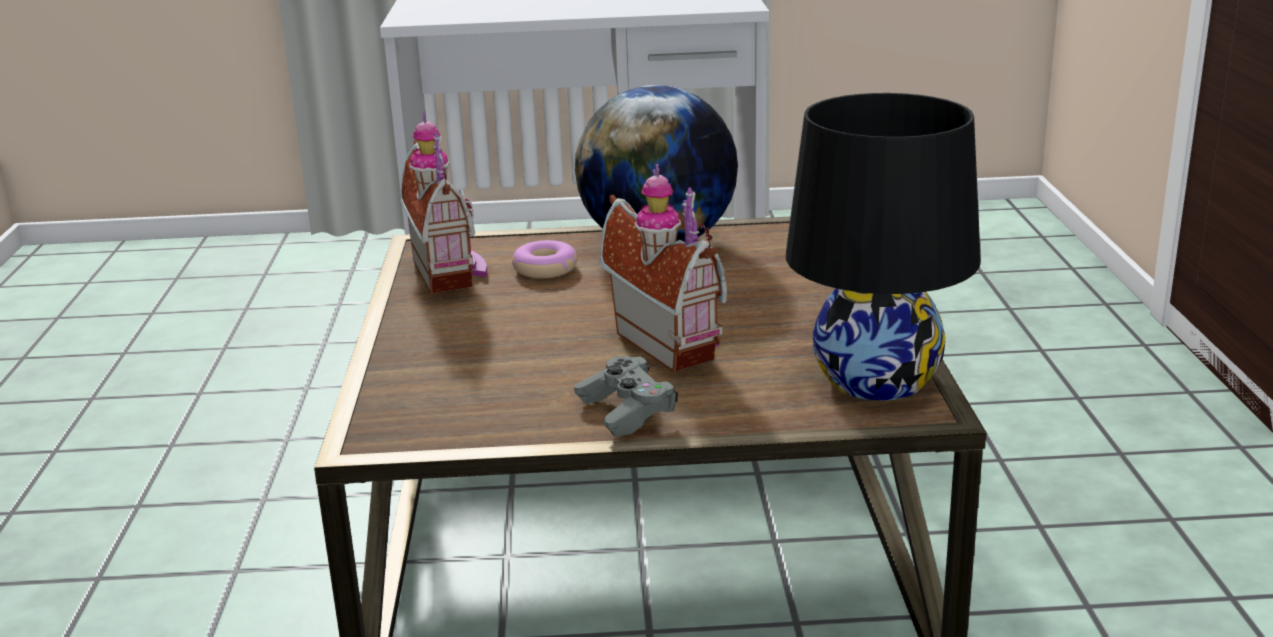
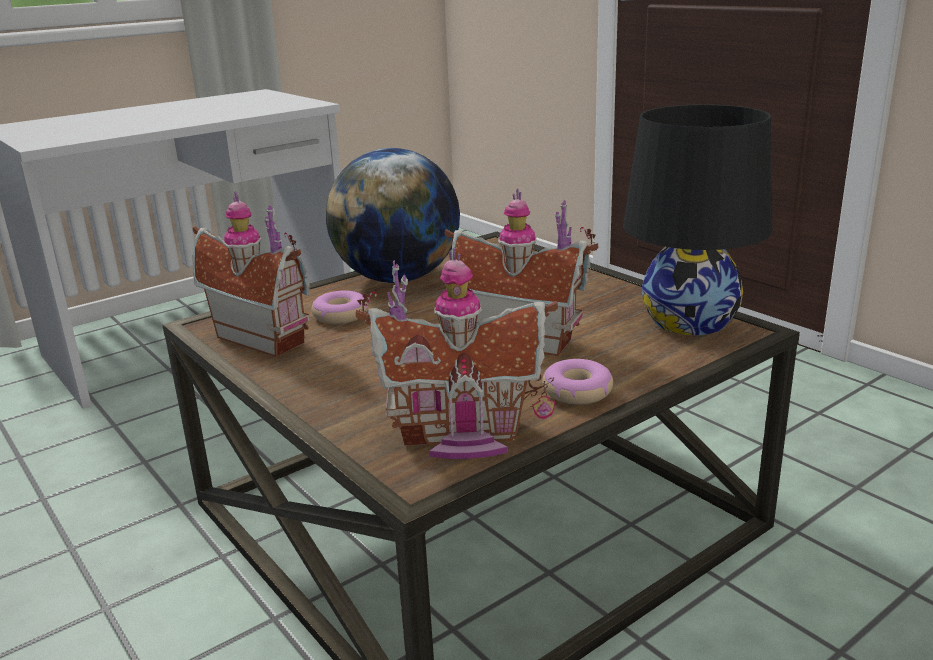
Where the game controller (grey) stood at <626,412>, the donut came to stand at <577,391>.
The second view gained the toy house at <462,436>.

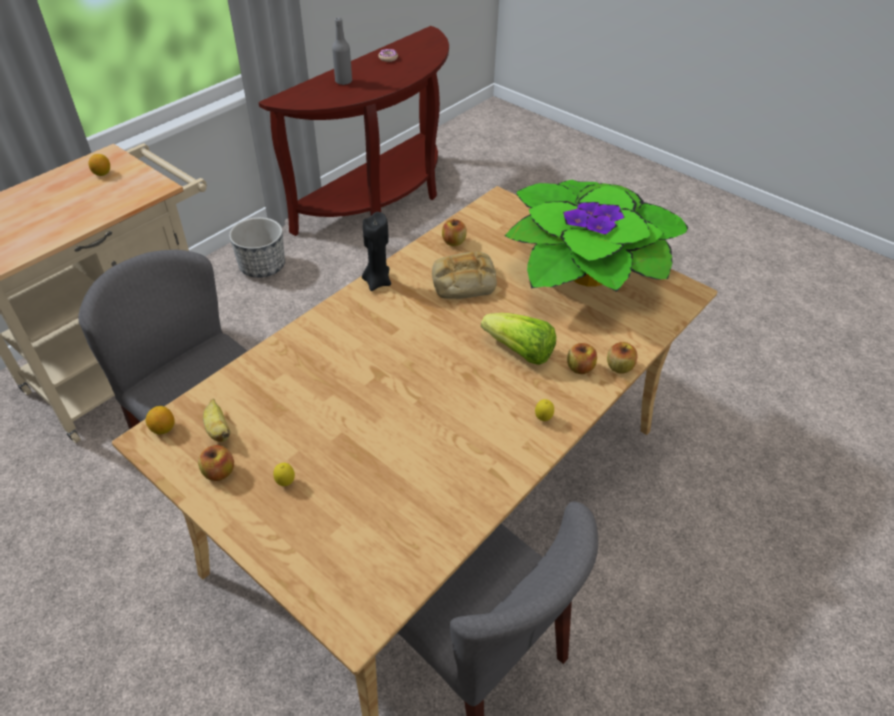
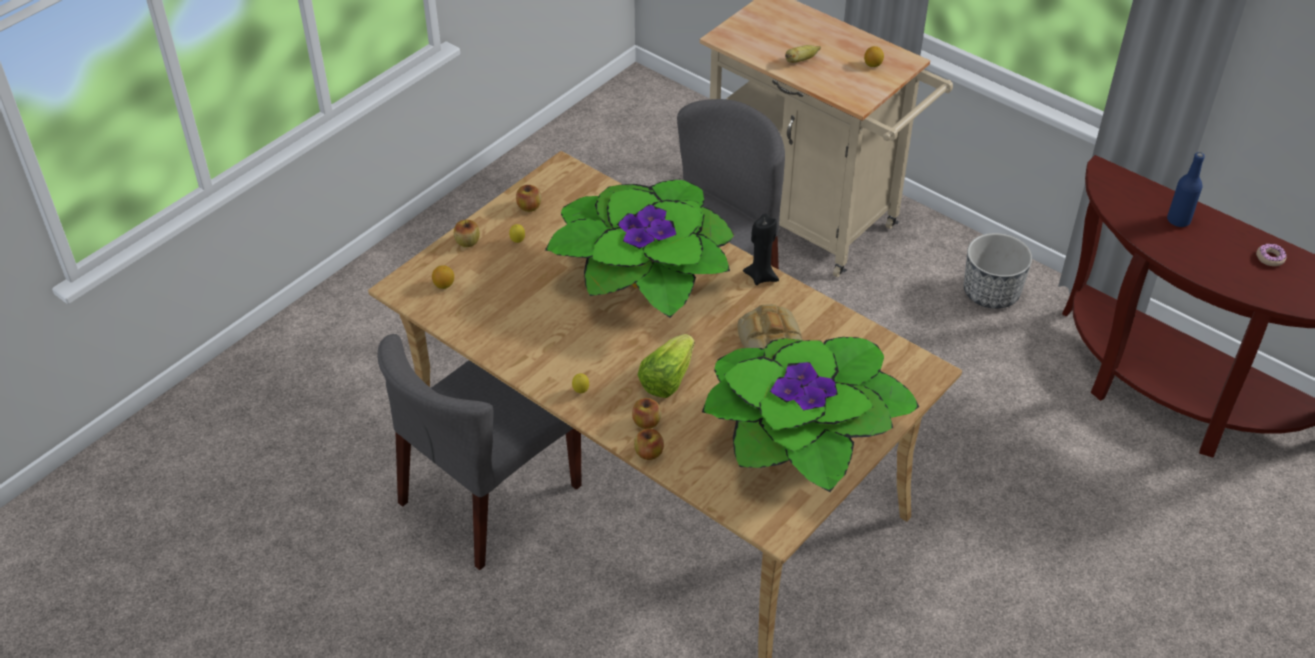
What was the bottle (grey) at <343,81> turned into the bottle (blue) at <1178,220>.
The apple ended up elsewhere, having gone from <453,242> to <467,242>.
The banana ended up elsewhere, having gone from <218,430> to <800,60>.
The lemon ended up elsewhere, having gone from <163,429> to <444,285>.
The second view gained the potted plant at <644,276>.

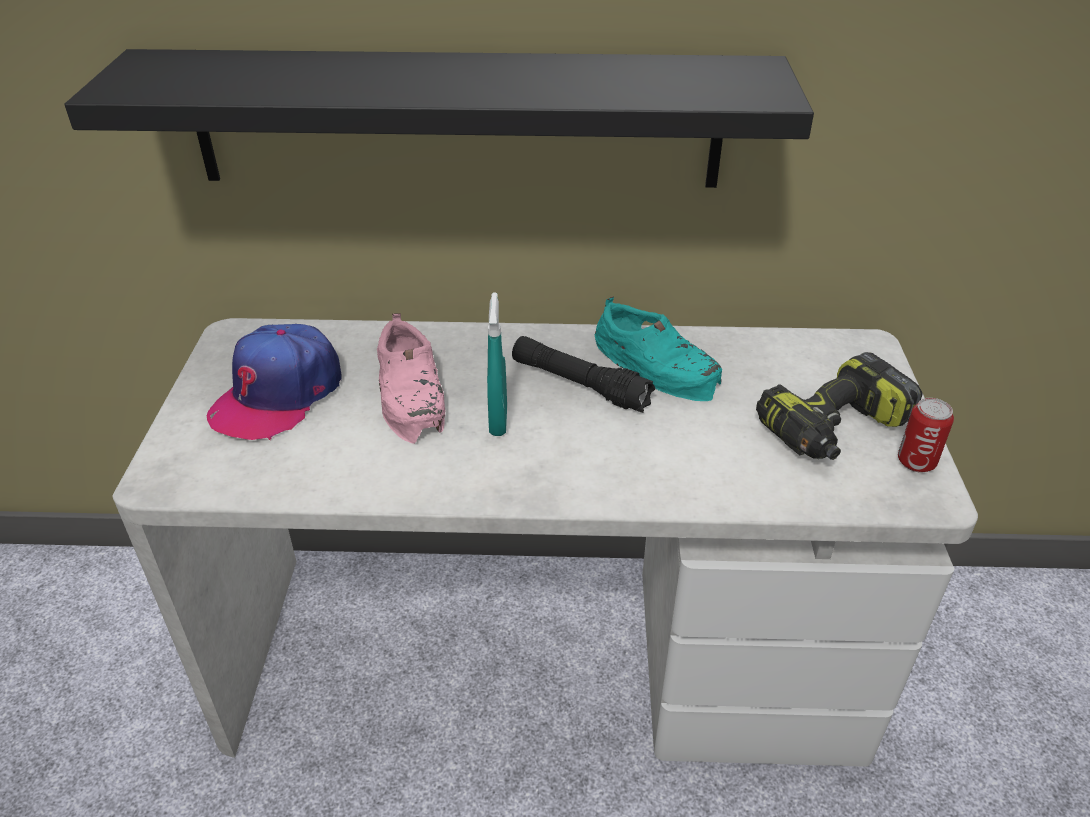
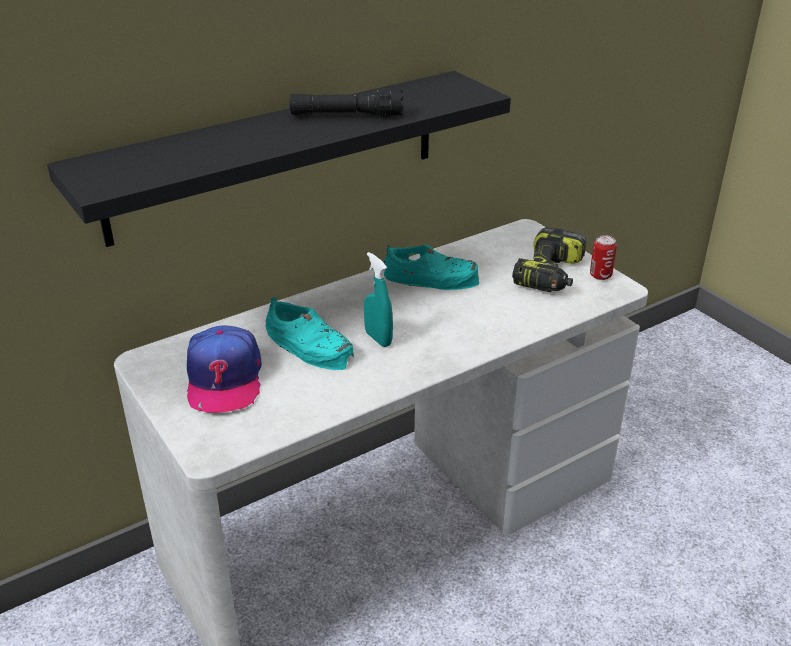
What was the shoe (pink) at <411,394> turned into the shoe (turquoise) at <310,345>.
The flashlight (black) ended up elsewhere, having gone from <580,385> to <346,115>.

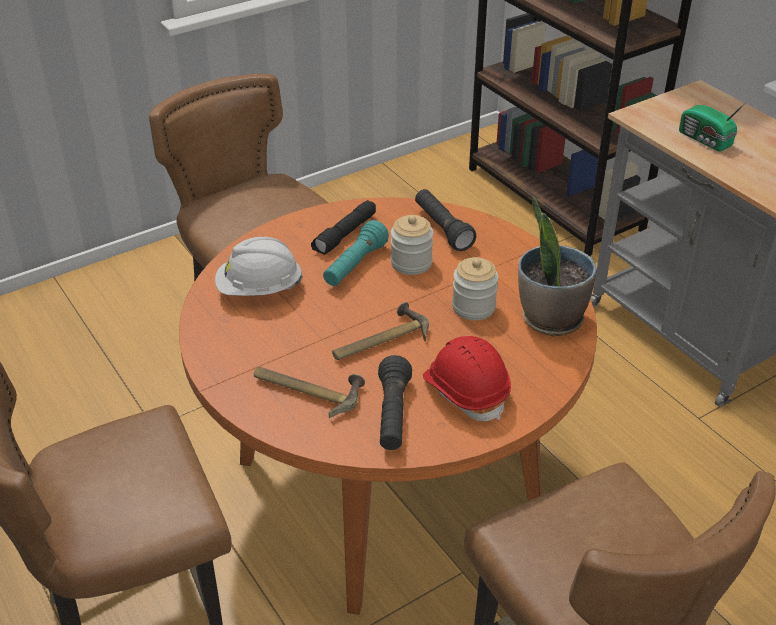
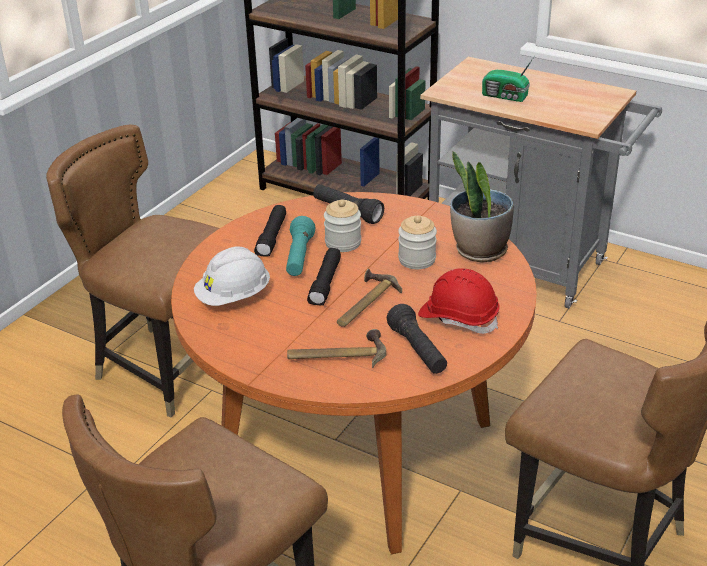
The second view gained the flashlight (black) at <326,284>.

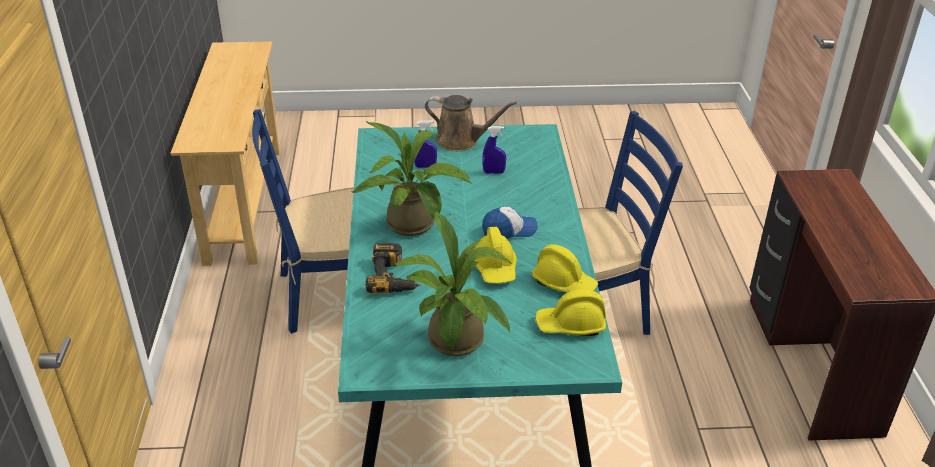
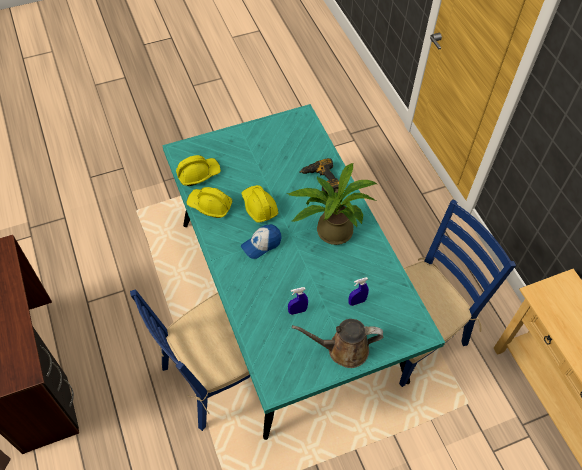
The second view lost the potted plant at <456,345>.

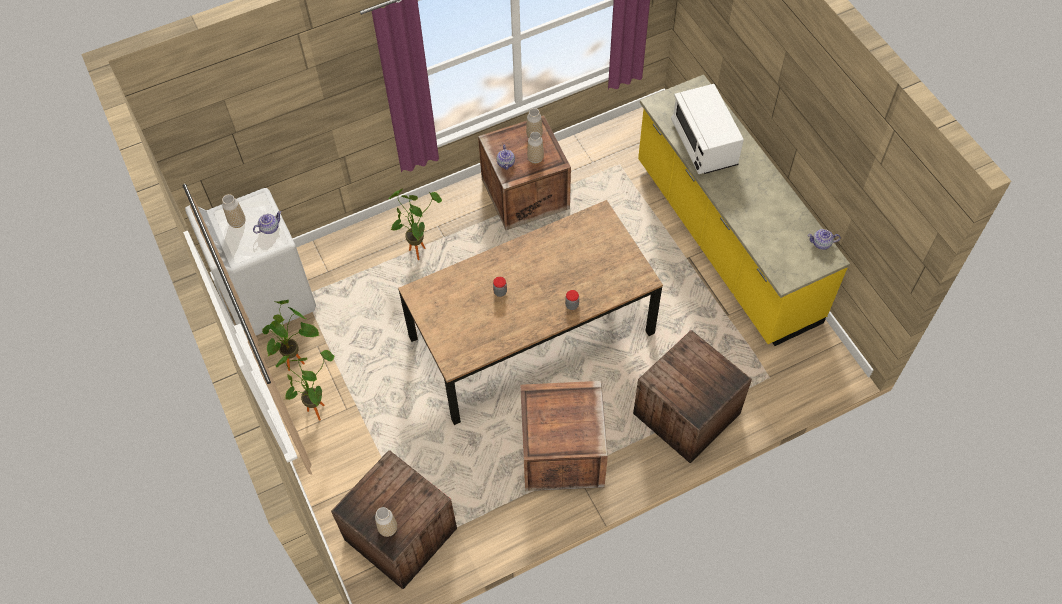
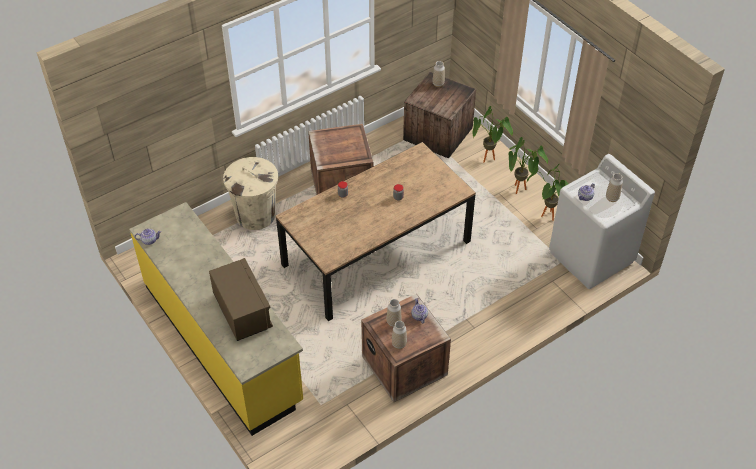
What was the microwave (white) at <704,144> turned into the microwave (brown) at <242,311>.
The potted plant ended up elsewhere, having gone from <418,249> to <488,161>.
Where the crate stood at <686,415>, the trash can (beige) came to stand at <255,215>.

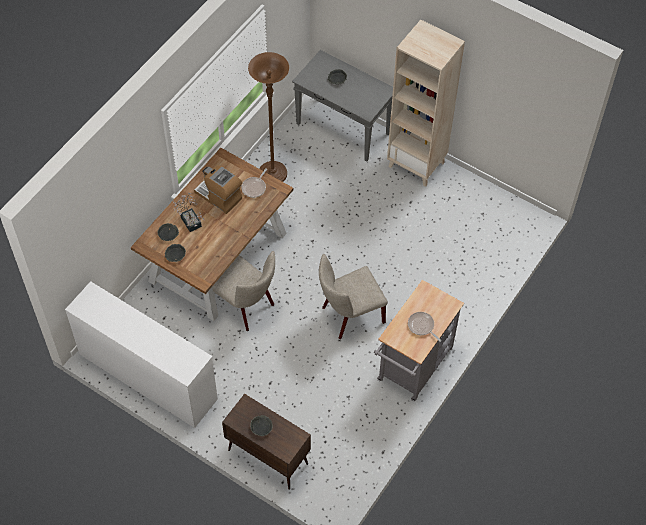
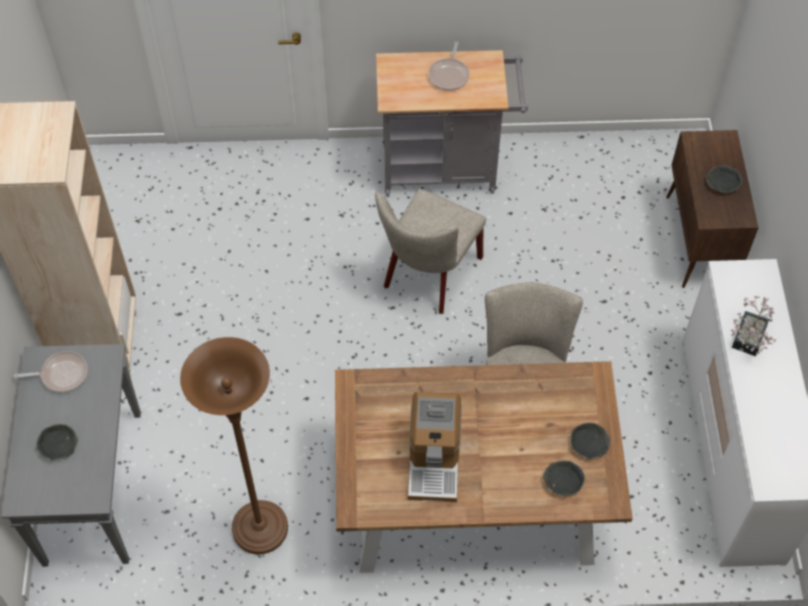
The frying pan ended up elsewhere, having gone from <254,187> to <61,374>.
The potted plant ended up elsewhere, having gone from <190,220> to <746,341>.
The chair (beige) at <349,315> ended up facing another way, 90 degrees clockwise from before.

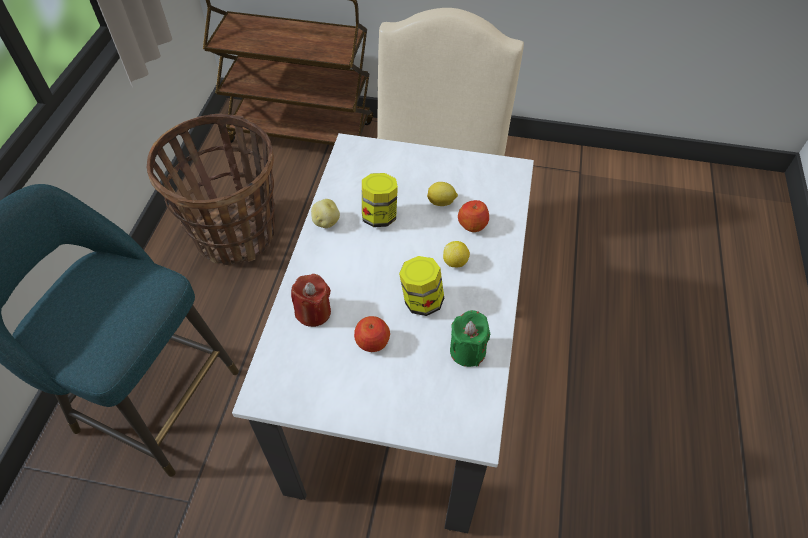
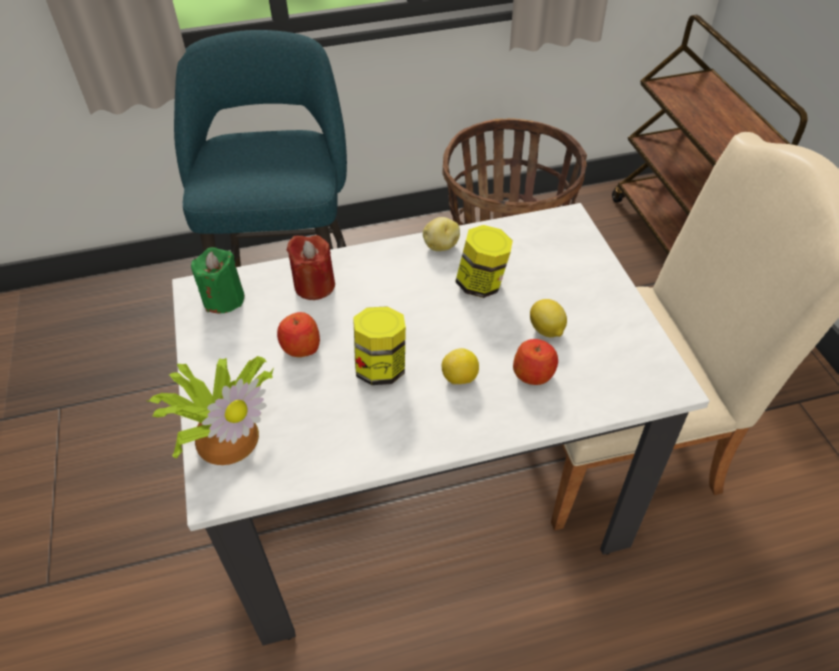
The candle (green) ended up elsewhere, having gone from <467,351> to <223,299>.
The second view gained the potted plant at <227,434>.

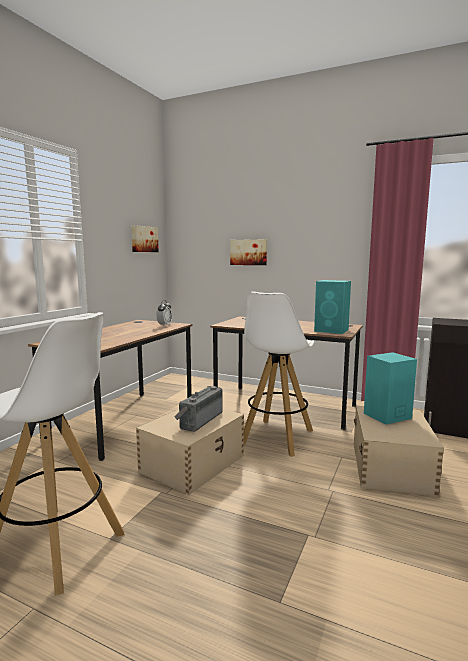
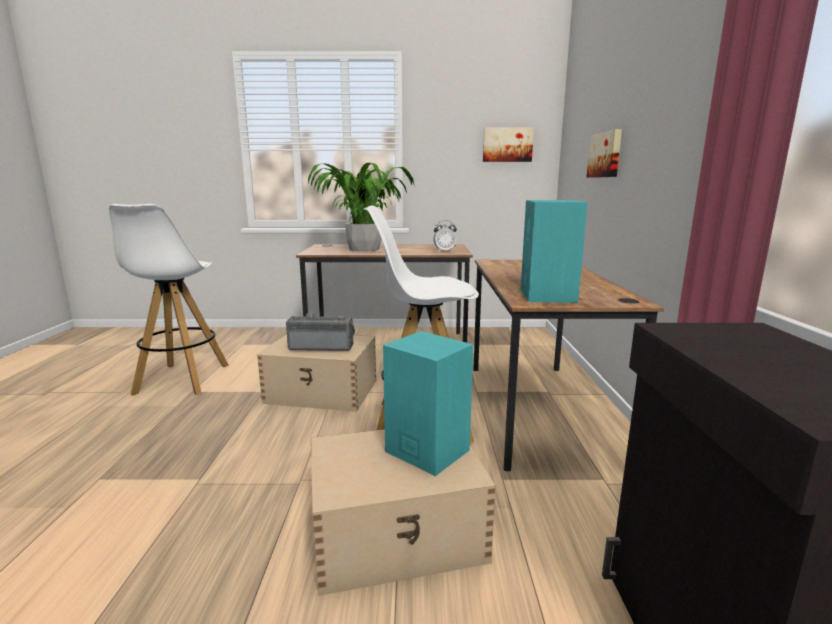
The second view gained the potted plant at <364,249>.

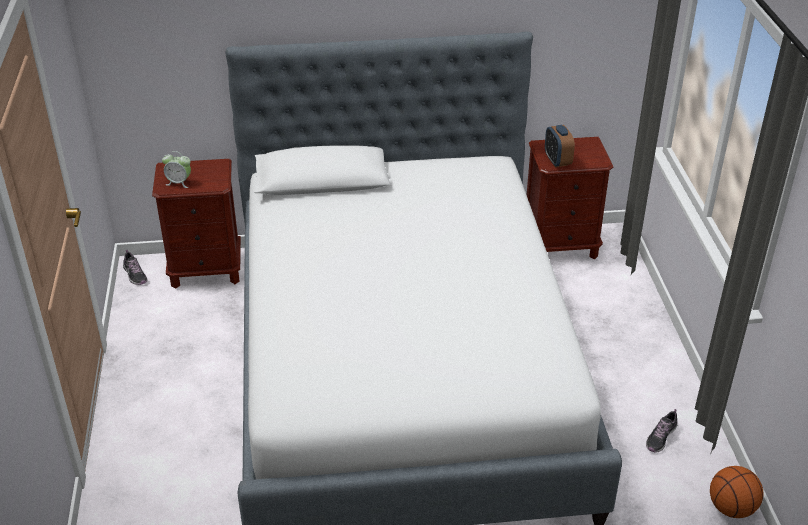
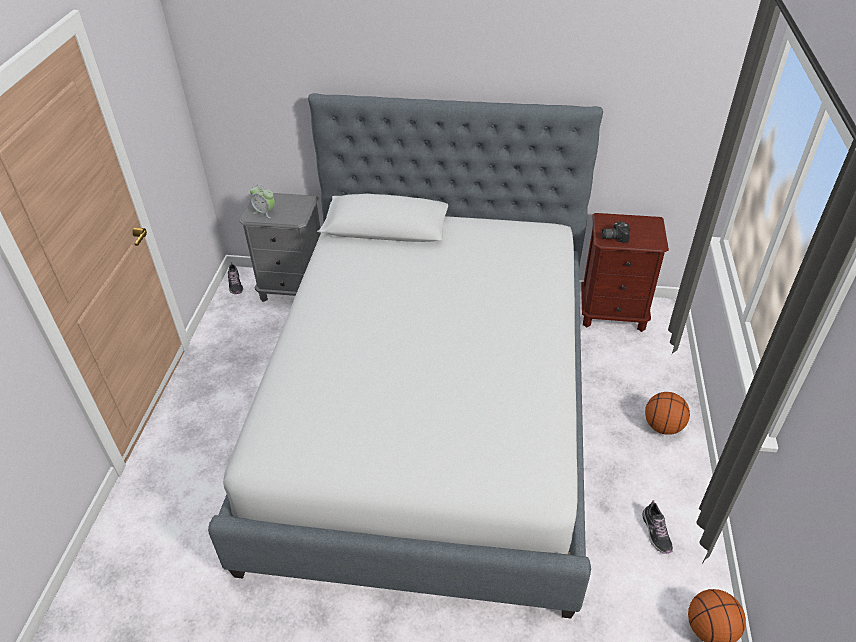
Where the alarm clock stood at <557,161>, the photo camera came to stand at <614,237>.
What was the nightstand (brown) at <206,270> turned into the nightstand (grey) at <293,289>.
The shoe at <660,437> ended up facing another way, 60 degrees counterclockwise from before.
The second view gained the basketball at <662,426>.

